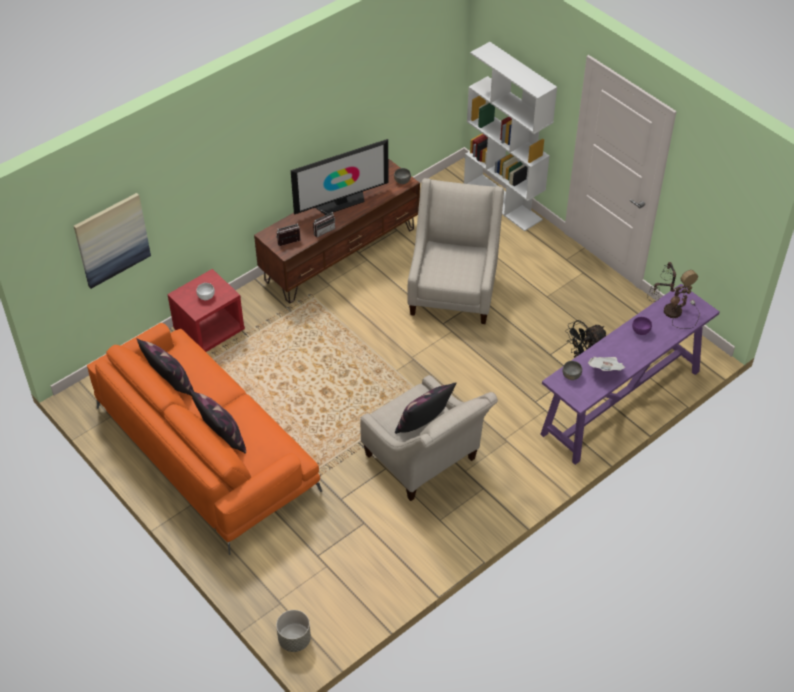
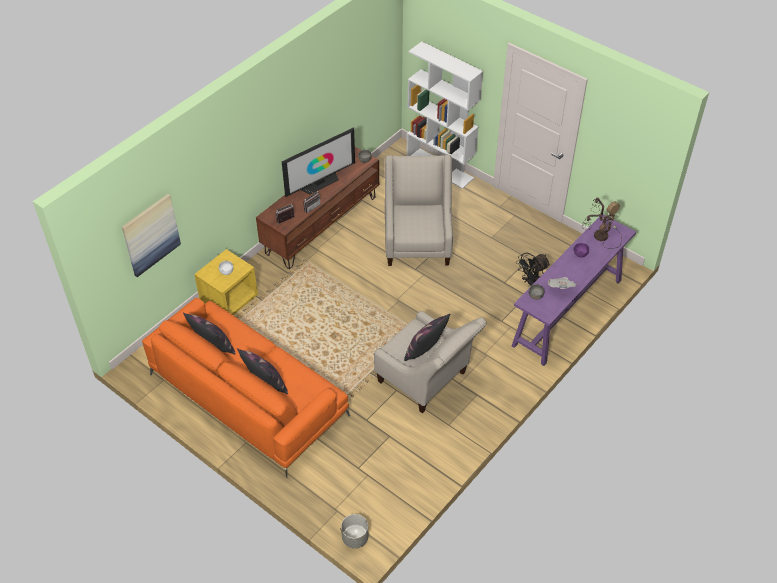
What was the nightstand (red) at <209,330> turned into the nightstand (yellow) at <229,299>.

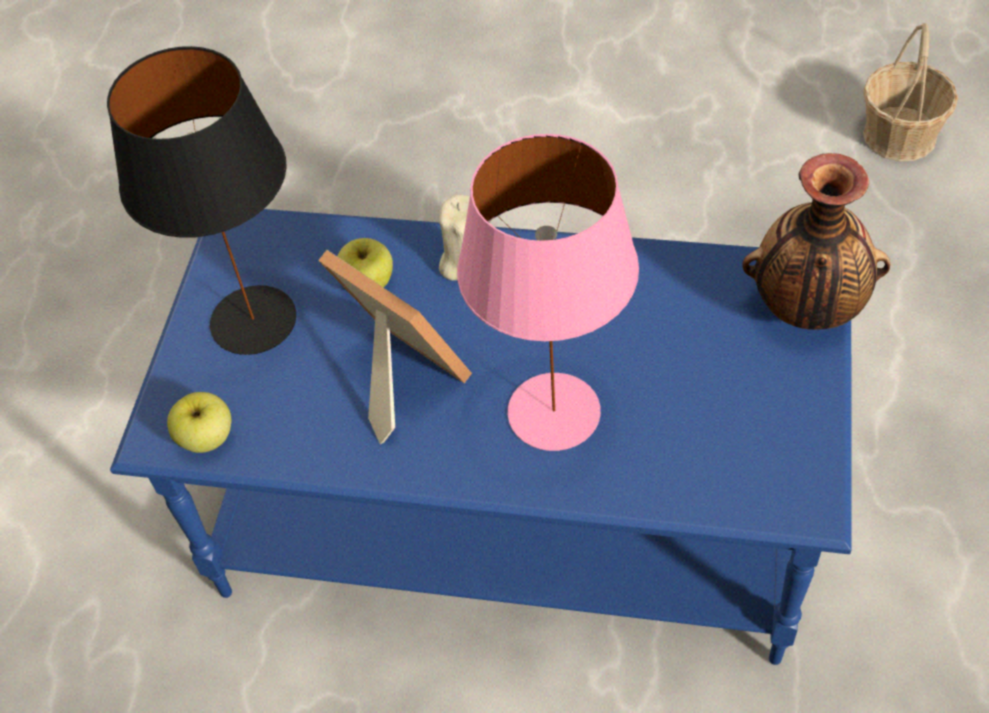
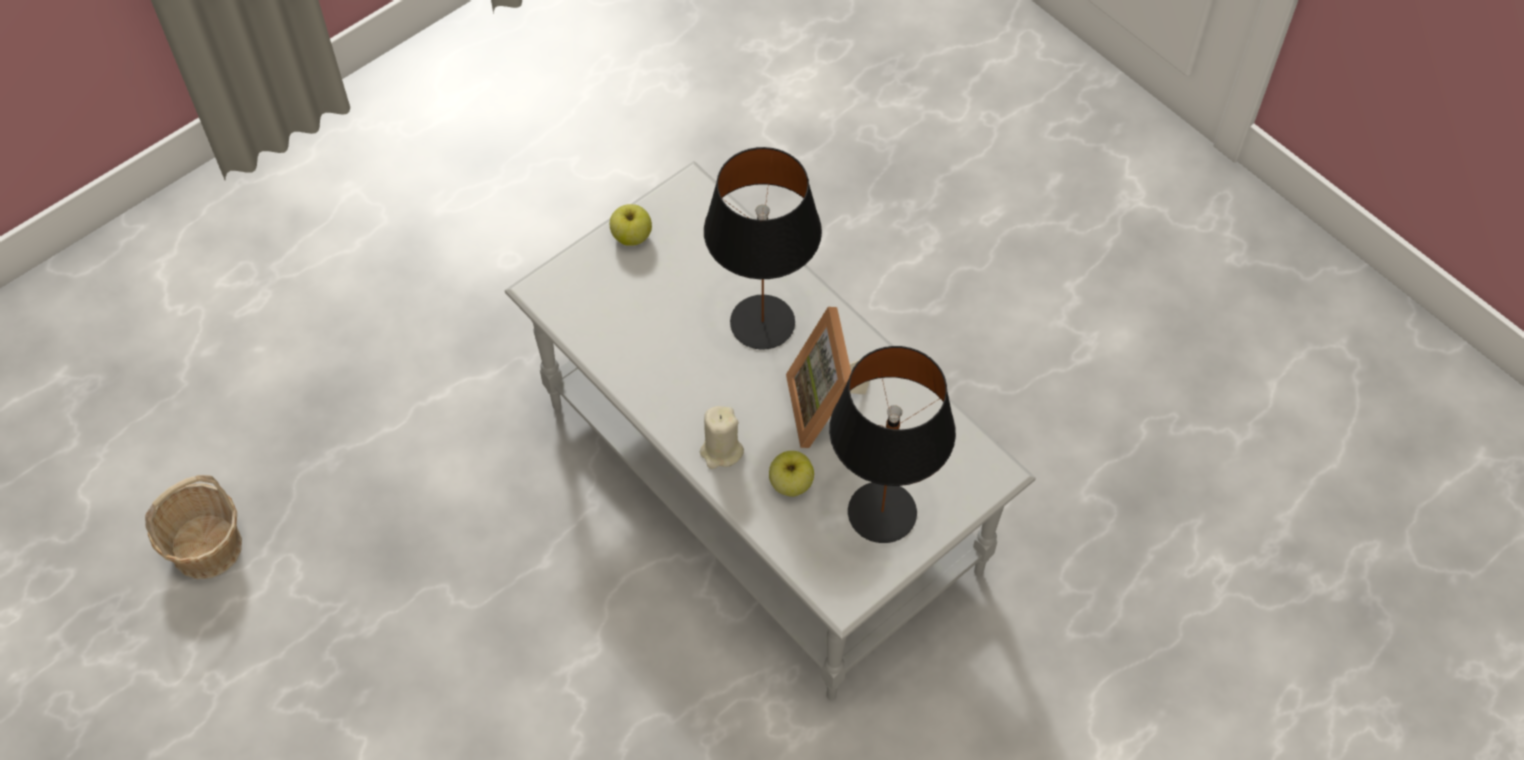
What was the table lamp (pink) at <555,411> turned into the table lamp (black) at <761,321>.
The second view lost the vase at <807,308>.
What was the coffee table (blue) at <513,510> turned into the coffee table (grey) at <759,488>.
The apple ended up elsewhere, having gone from <207,438> to <631,236>.

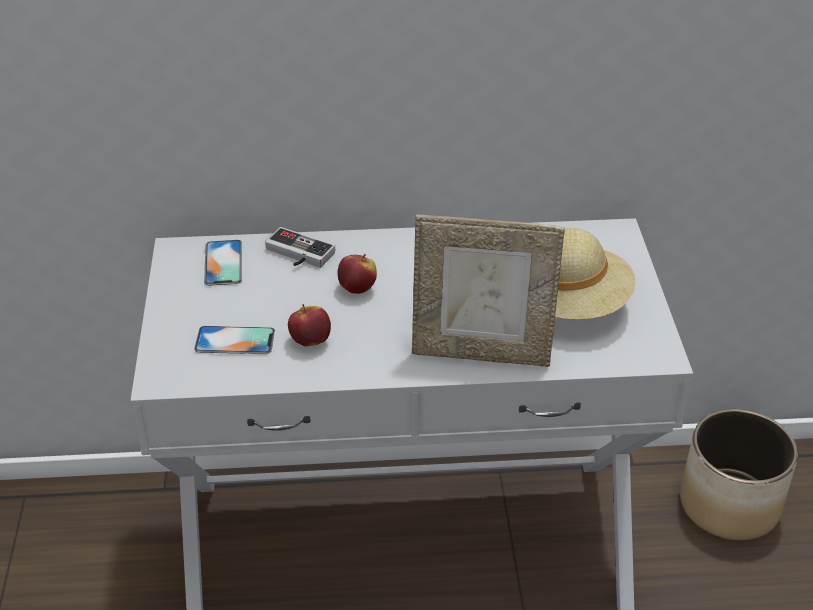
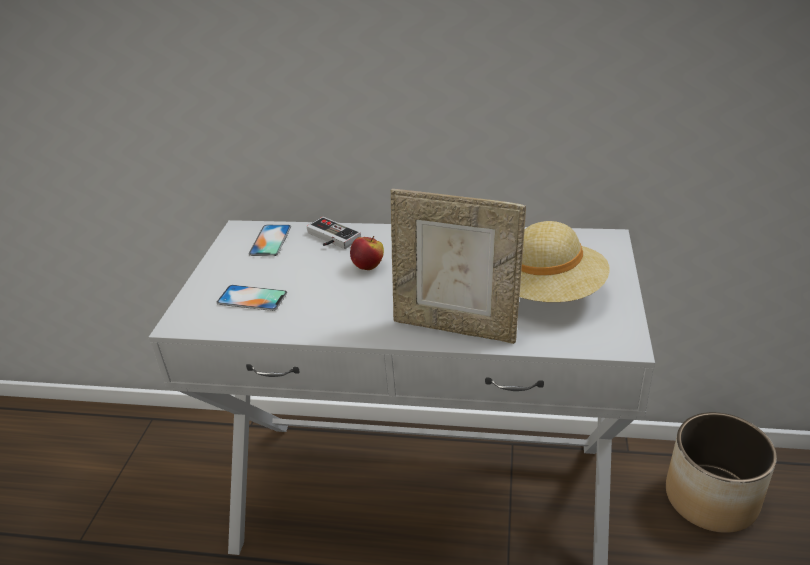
The second view lost the apple at <310,341>.

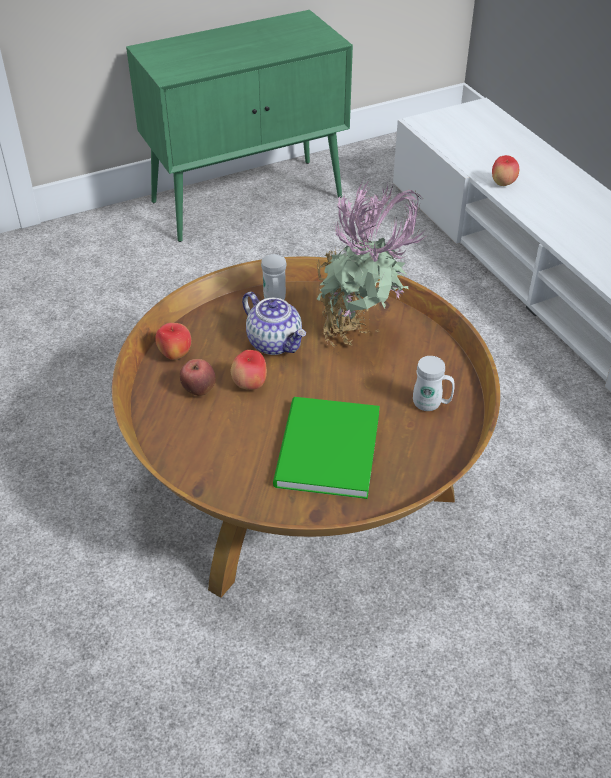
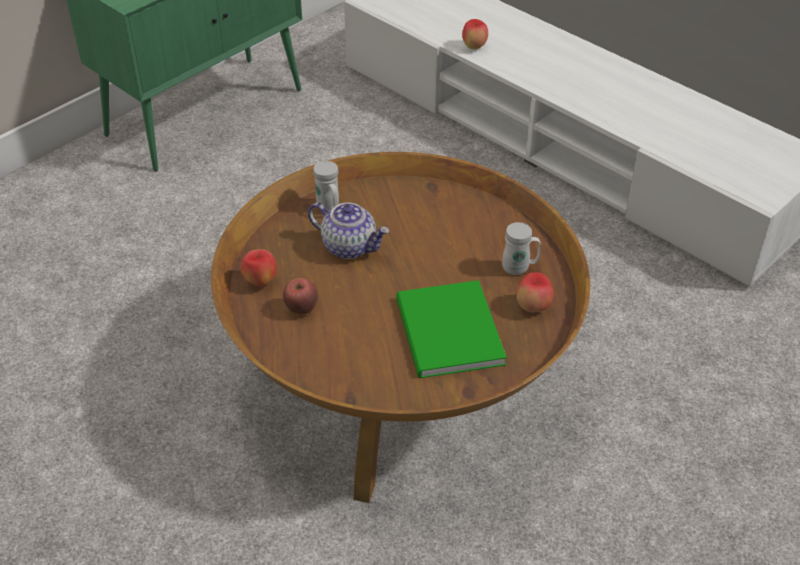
The second view lost the potted plant at <360,336>.
The apple ended up elsewhere, having gone from <250,385> to <533,307>.

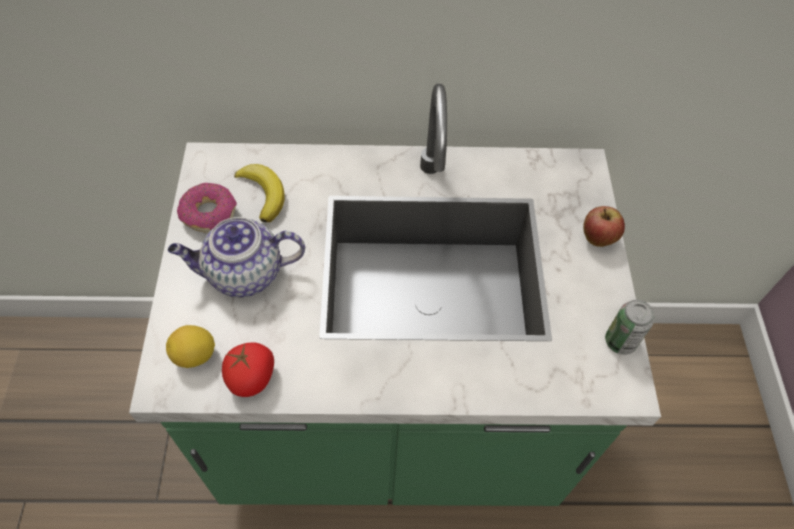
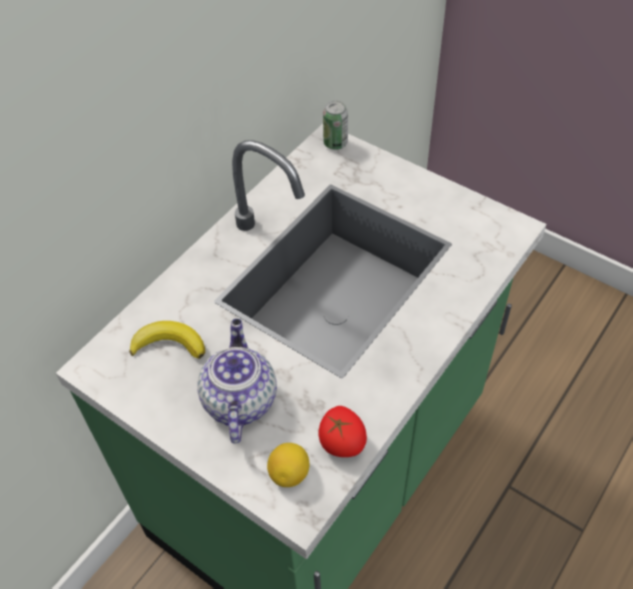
The second view lost the donut at <209,214>.
The second view lost the apple at <597,239>.
The teapot at <243,274> ended up facing another way, 150 degrees clockwise from before.
The can ended up elsewhere, having gone from <620,341> to <335,143>.

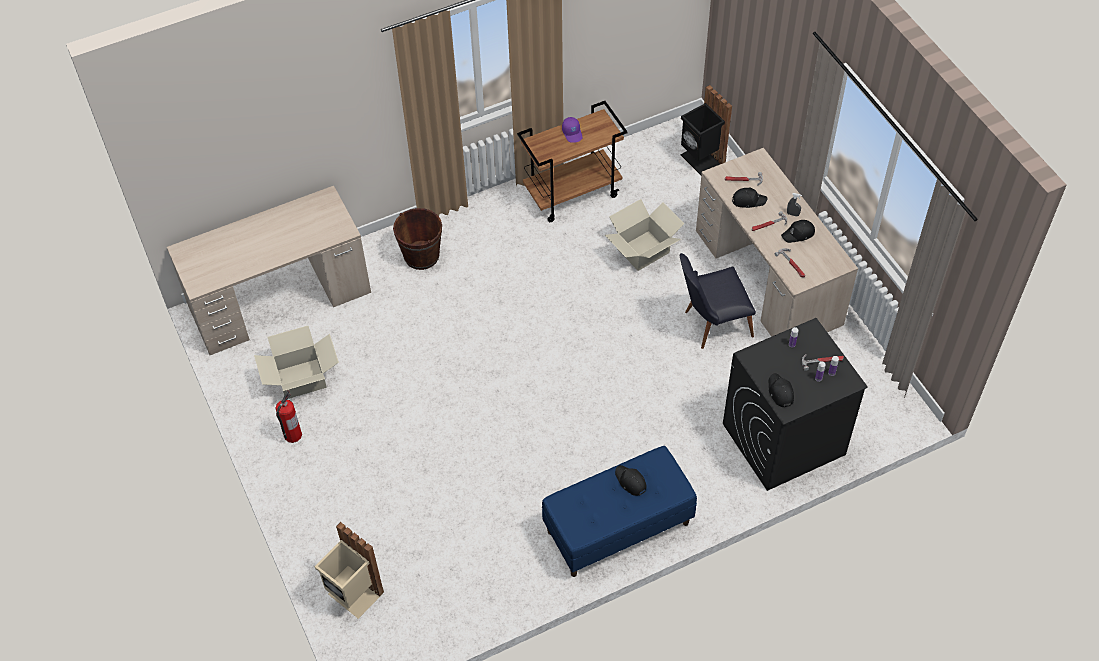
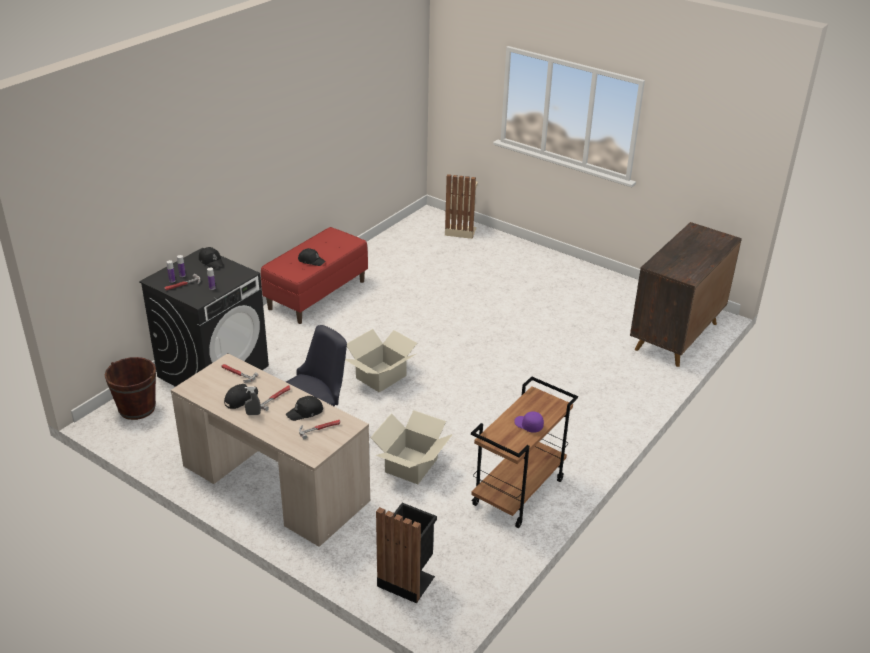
Where the desk (beige) stood at <280,298>, the cabinet (brown) came to stand at <676,336>.
The bucket (brown) ended up elsewhere, having gone from <421,256> to <137,408>.
The cardboard box ended up elsewhere, having gone from <302,379> to <380,376>.
The second view lost the fire extinguisher at <292,435>.
What was the bench (blue) at <618,528> turned into the bench (red) at <317,294>.

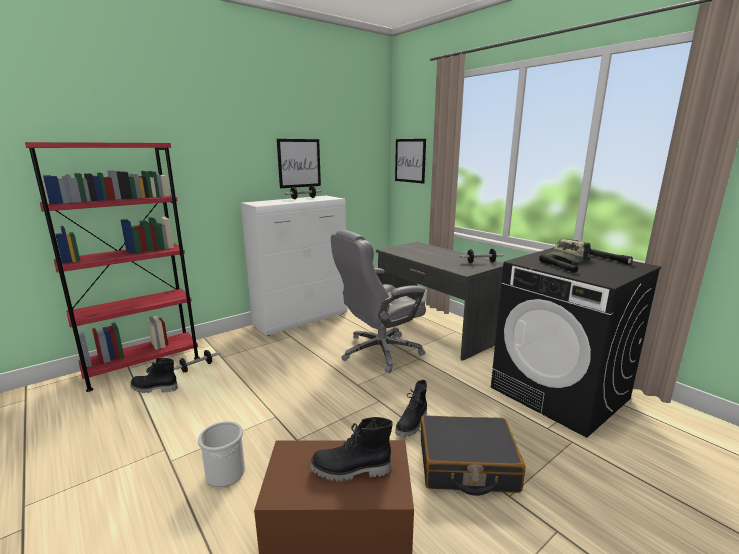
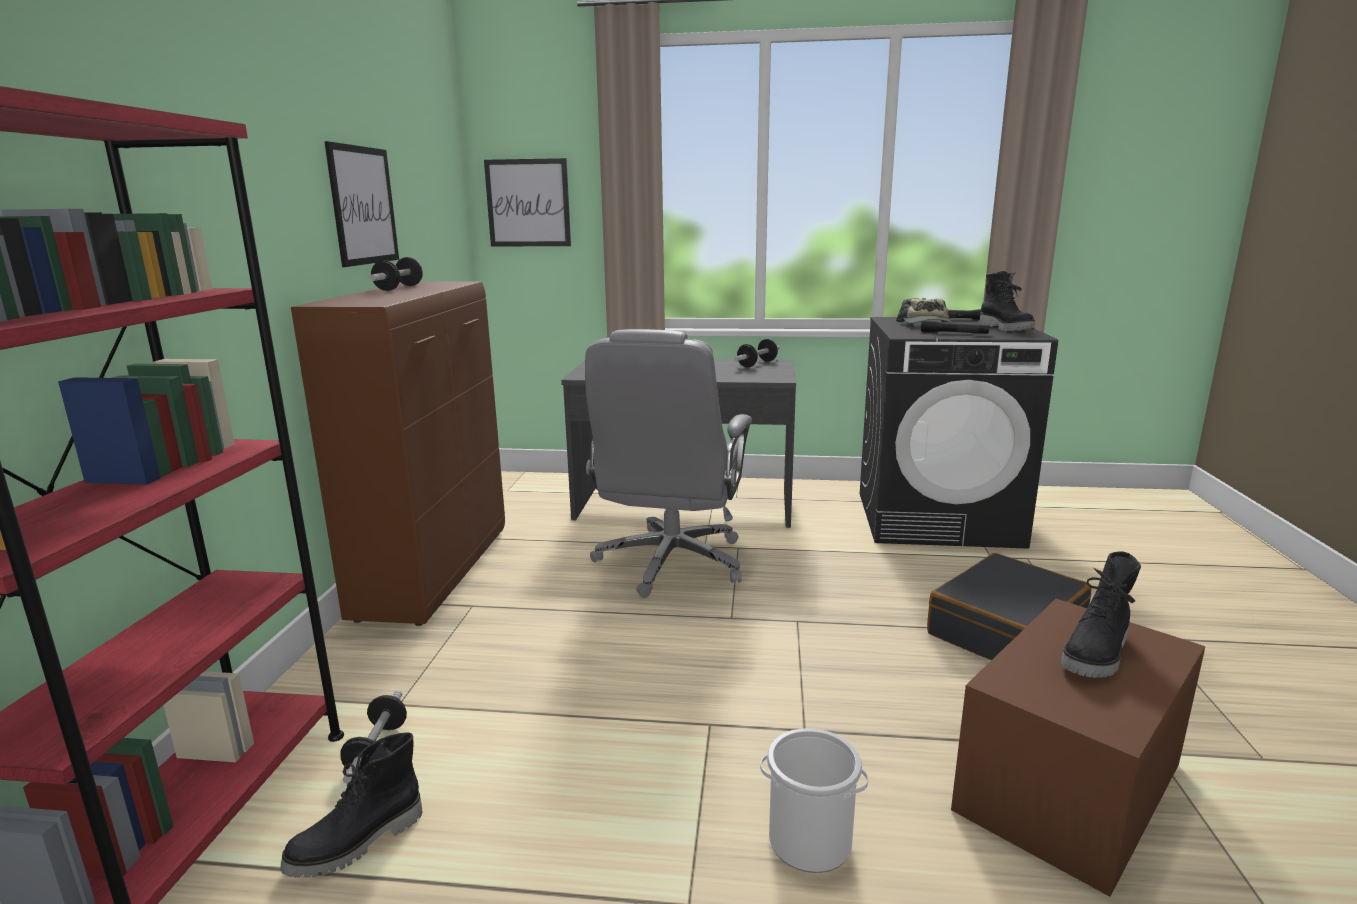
What was the cabinet (white) at <302,319> turned into the cabinet (brown) at <435,572>.
The boot (black) ended up elsewhere, having gone from <412,424> to <1006,329>.

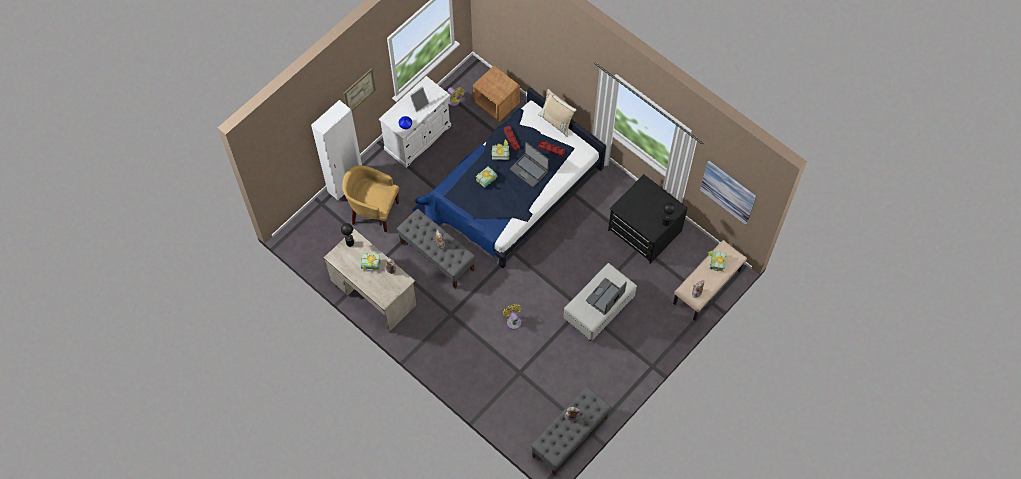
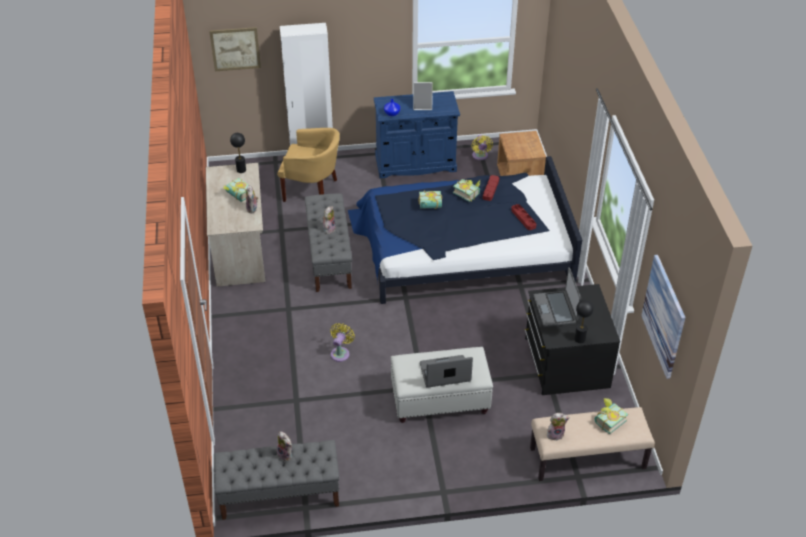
The picture ended up elsewhere, having gone from <359,91> to <235,49>.
What was the cabinet (white) at <418,138> turned into the cabinet (blue) at <415,164>.
The second view lost the pillow (beige) at <557,121>.
The laptop ended up elsewhere, having gone from <529,170> to <555,309>.
The armchair (yellow) at <373,211> ended up facing another way, 135 degrees clockwise from before.

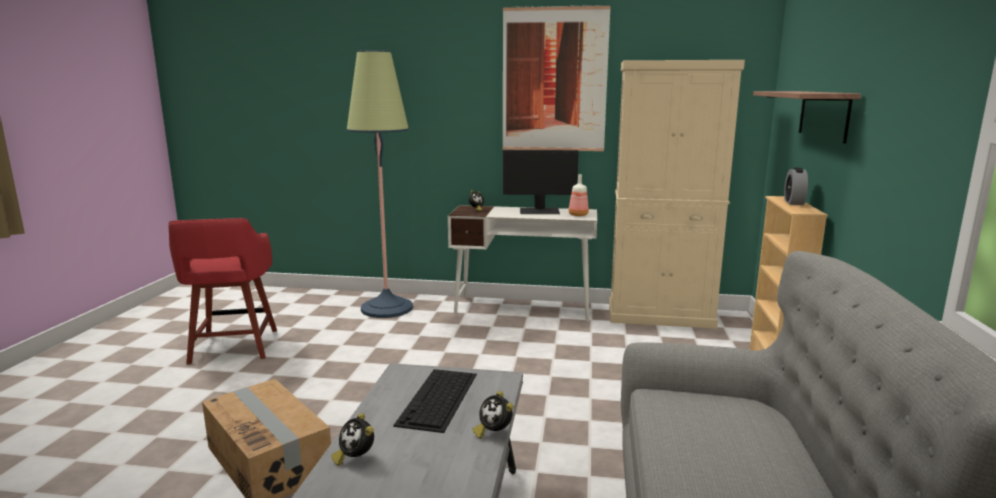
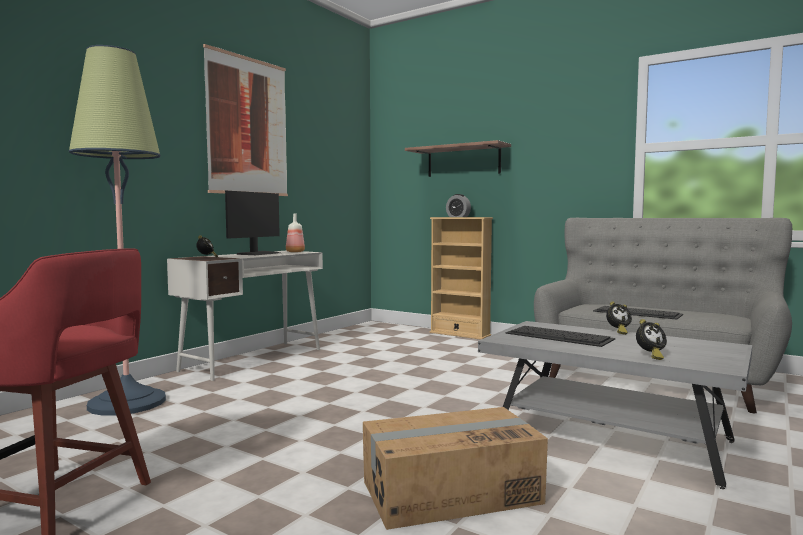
The second view lost the cabinet (beige) at <660,316>.
The second view gained the keyboard at <638,313>.

